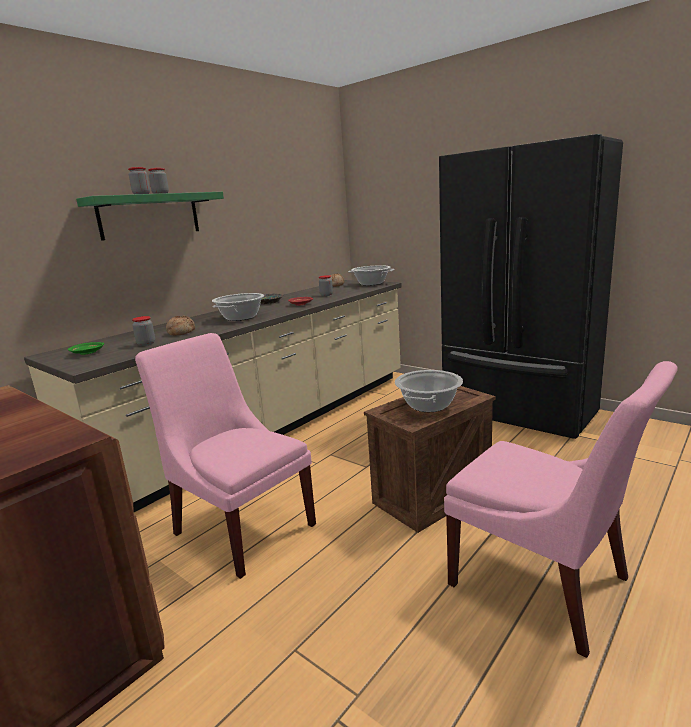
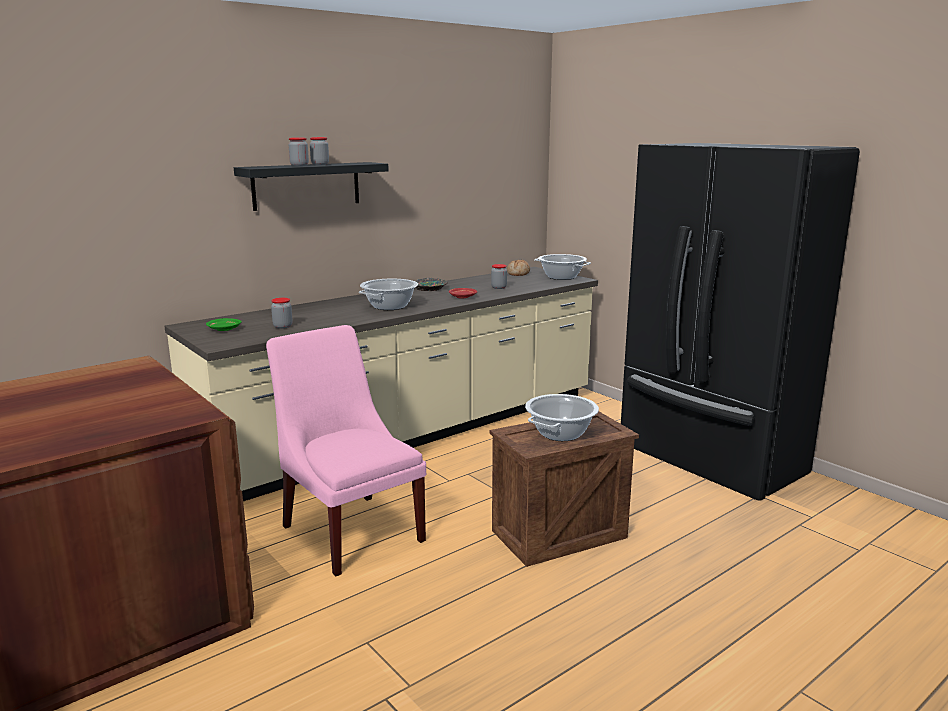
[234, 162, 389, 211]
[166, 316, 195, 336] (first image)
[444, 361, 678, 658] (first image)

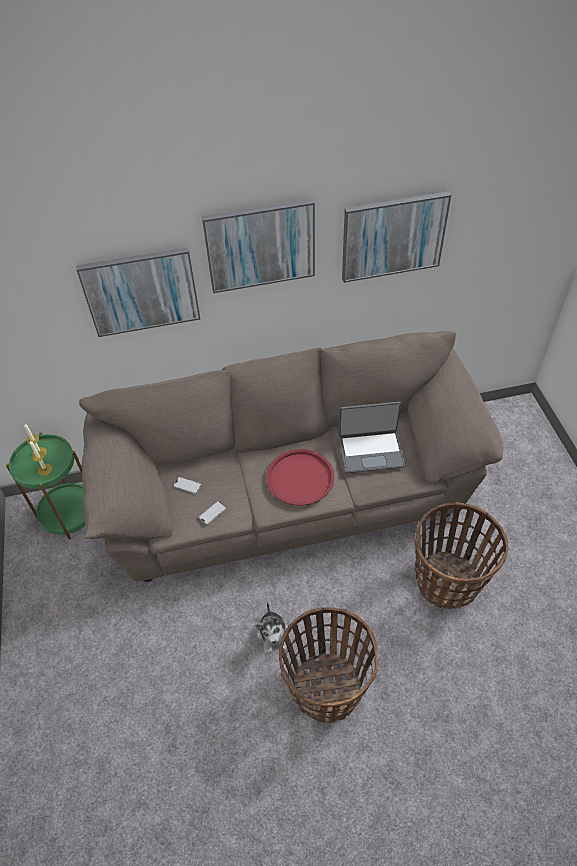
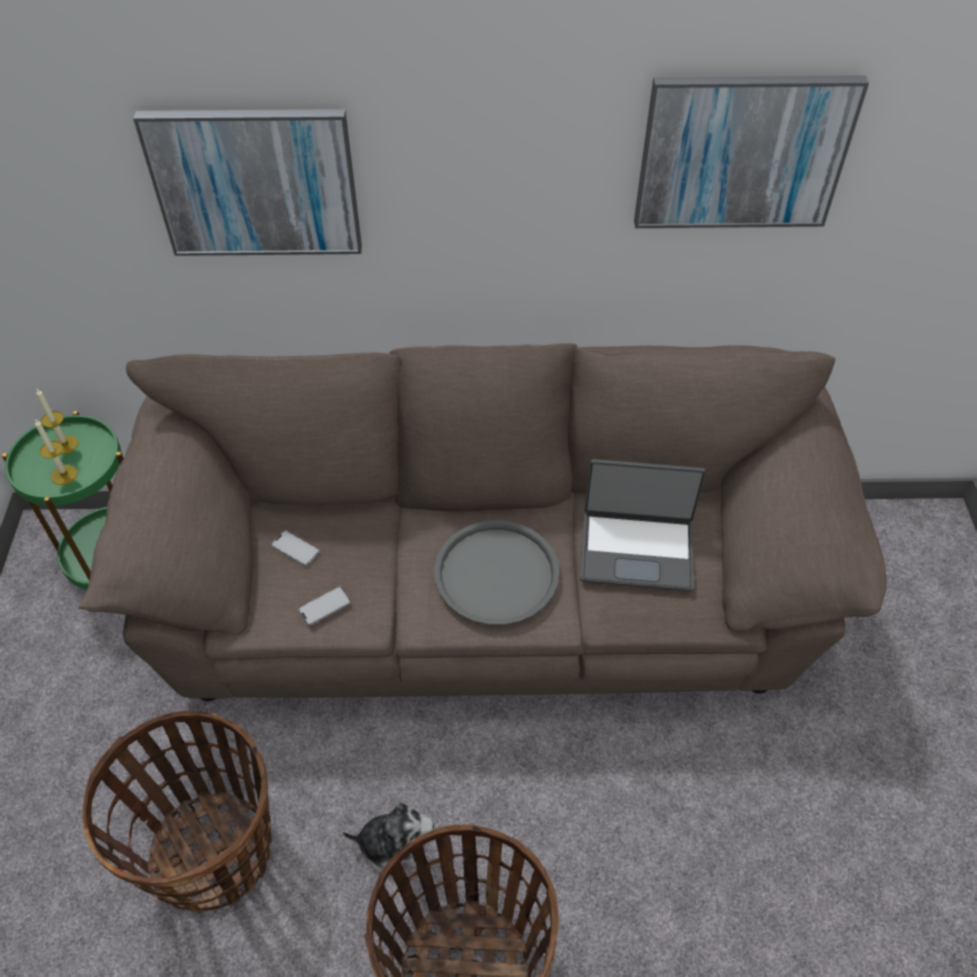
[202, 199, 315, 293] (first image)
[434, 520, 559, 625]
[82, 711, 272, 912]
[343, 803, 434, 872]

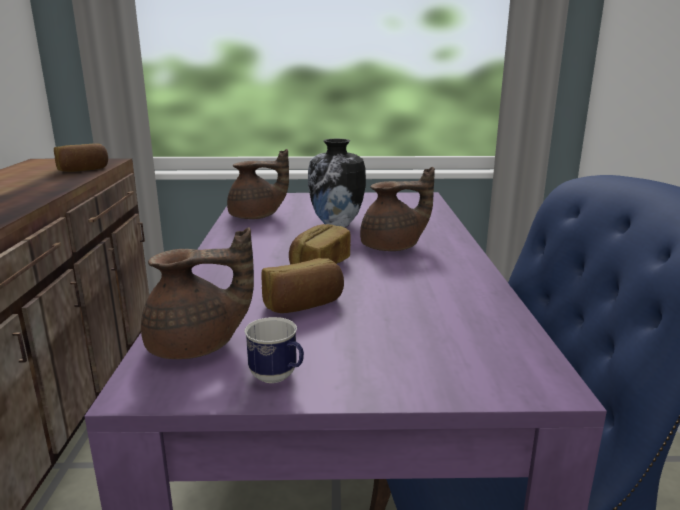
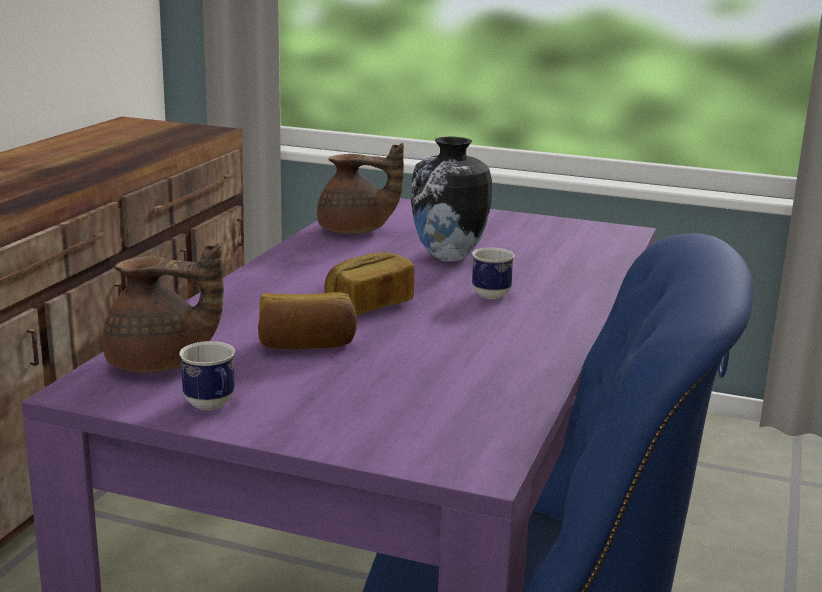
[54, 143, 108, 172] (first image)
[472, 248, 515, 299]

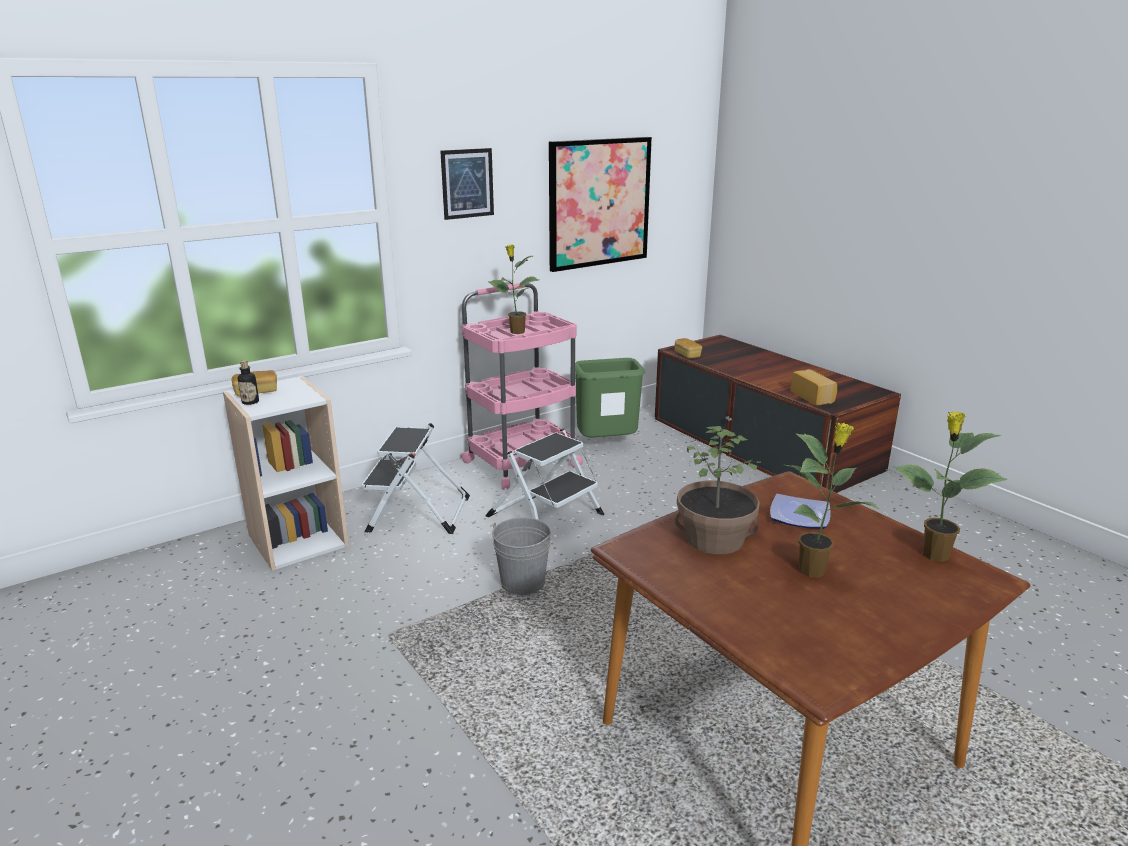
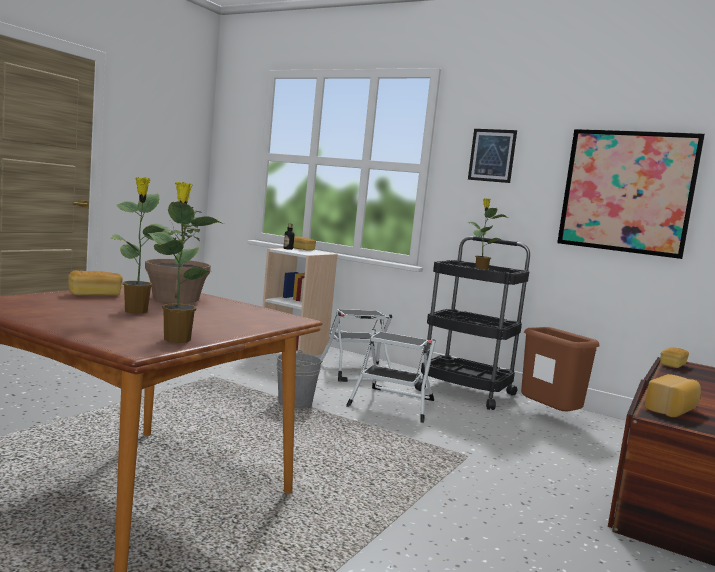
[414, 236, 530, 410]
[521, 327, 600, 411]
[770, 494, 831, 529] (first image)
[68, 270, 123, 296]

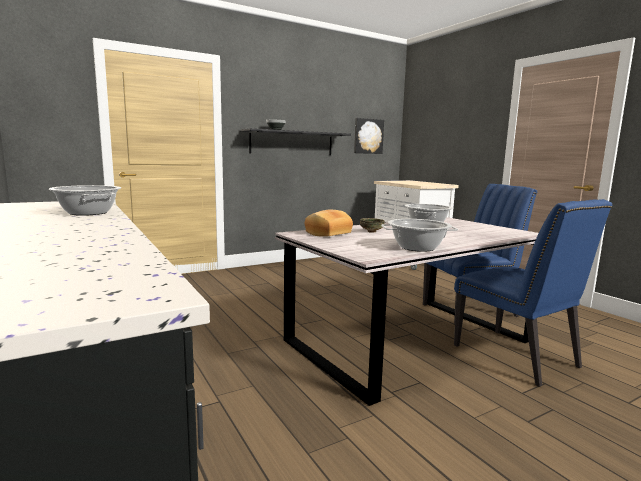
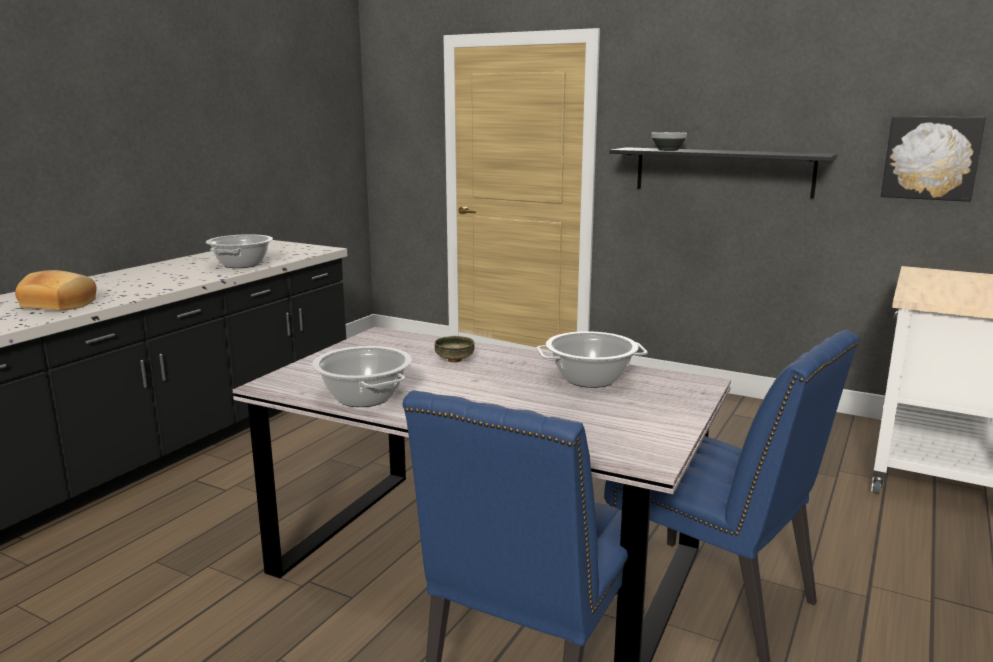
[15, 270, 97, 310]

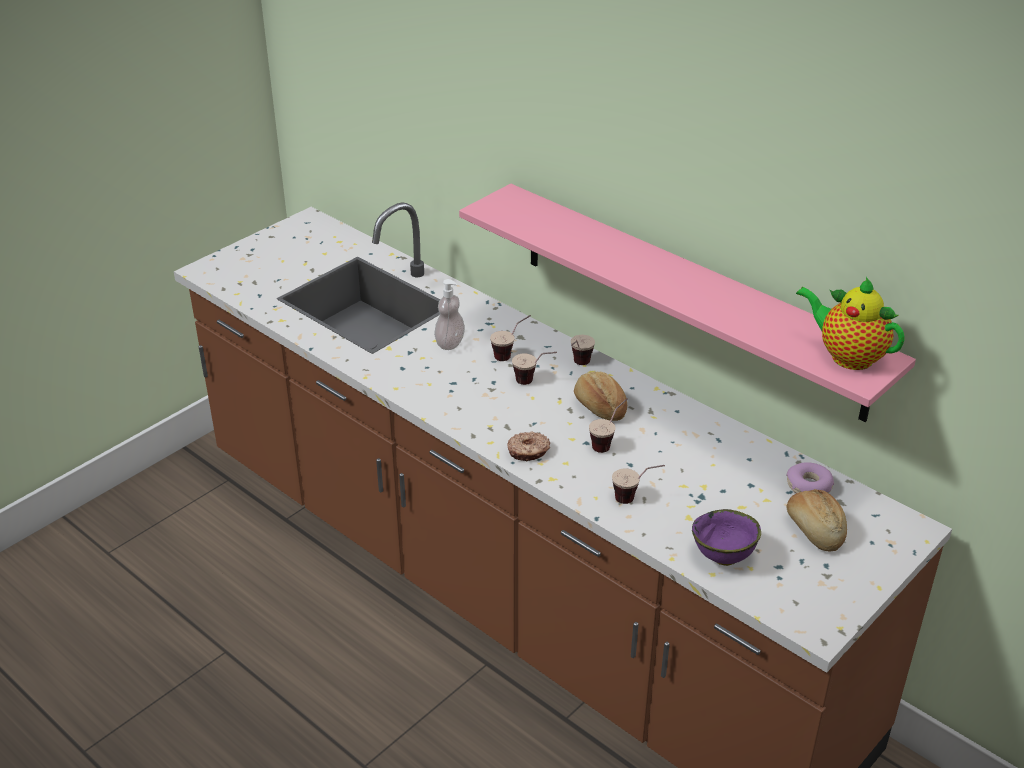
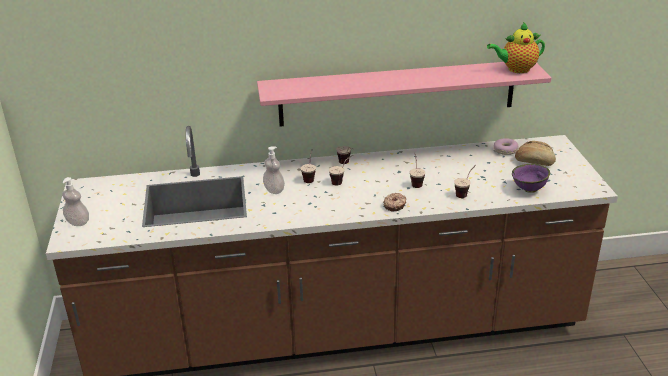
[574, 372, 627, 421] (first image)
[62, 177, 89, 226]

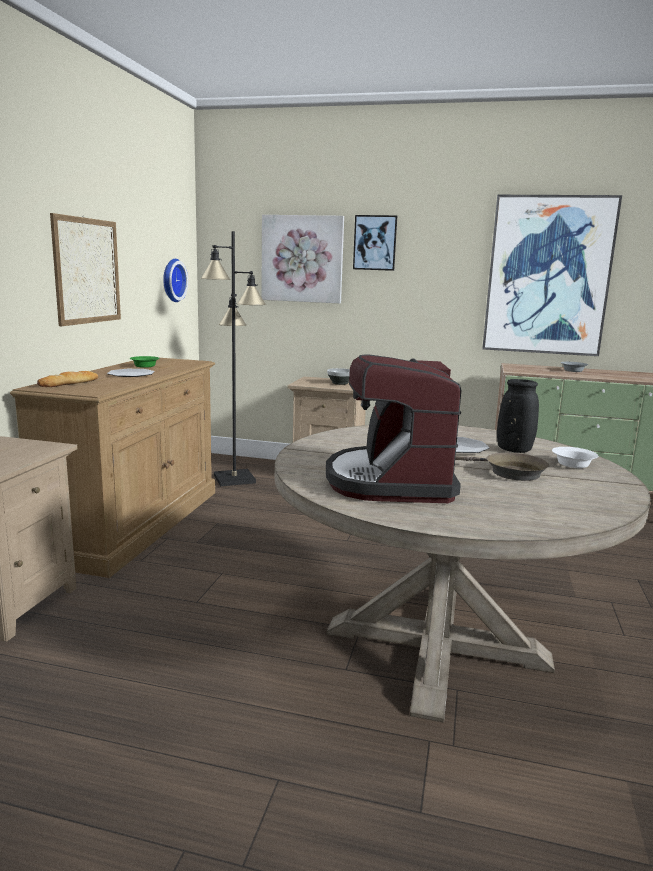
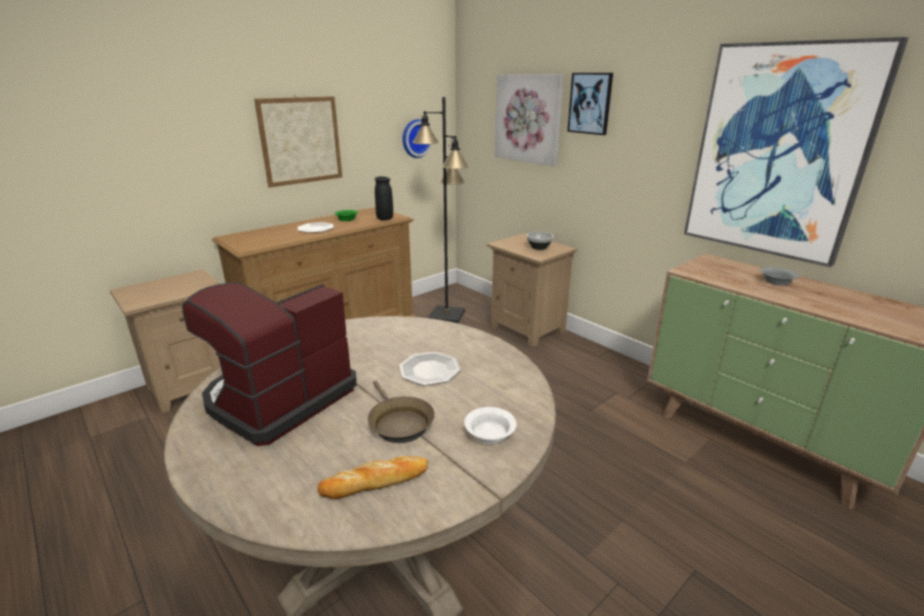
[318, 456, 428, 500]
[375, 176, 393, 220]

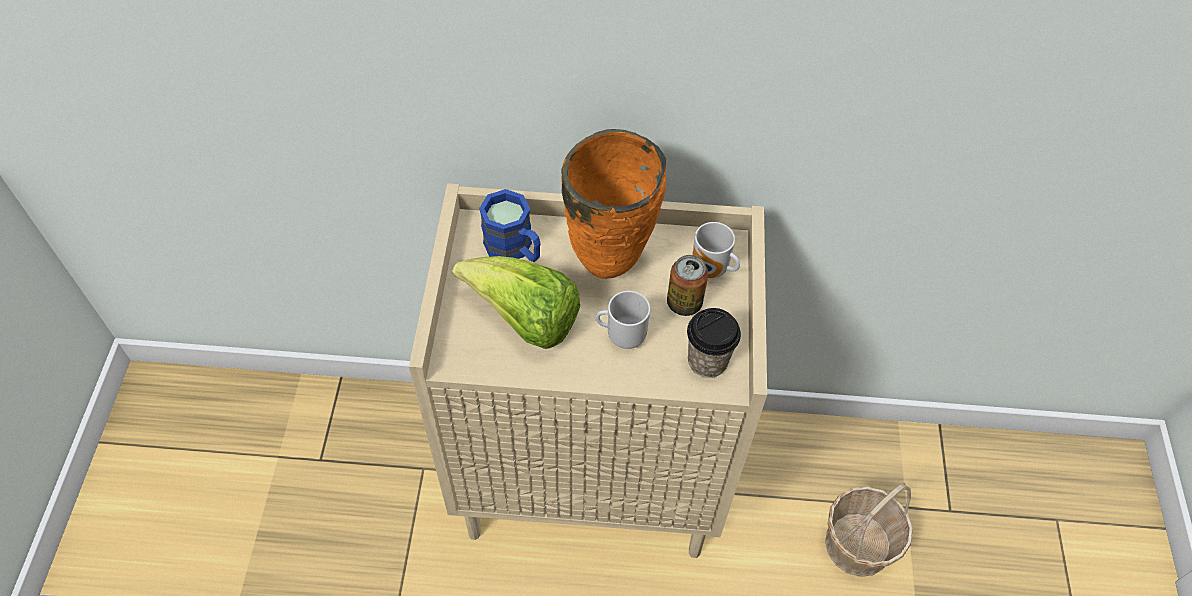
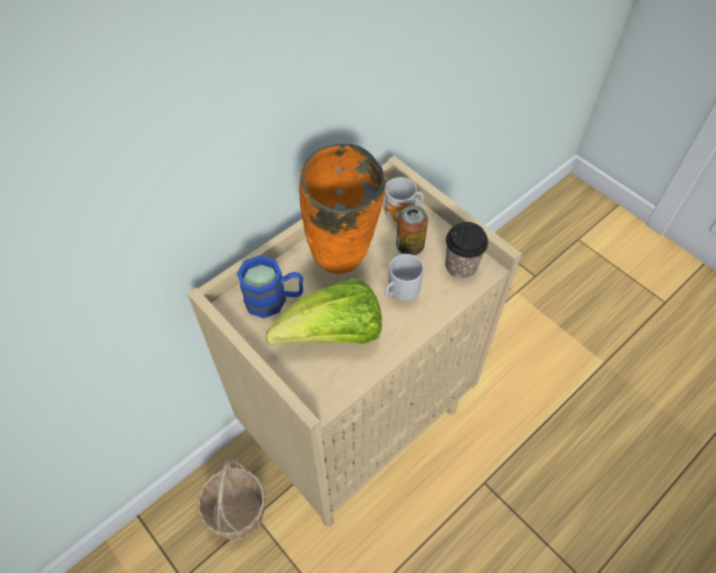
[197, 459, 266, 540]

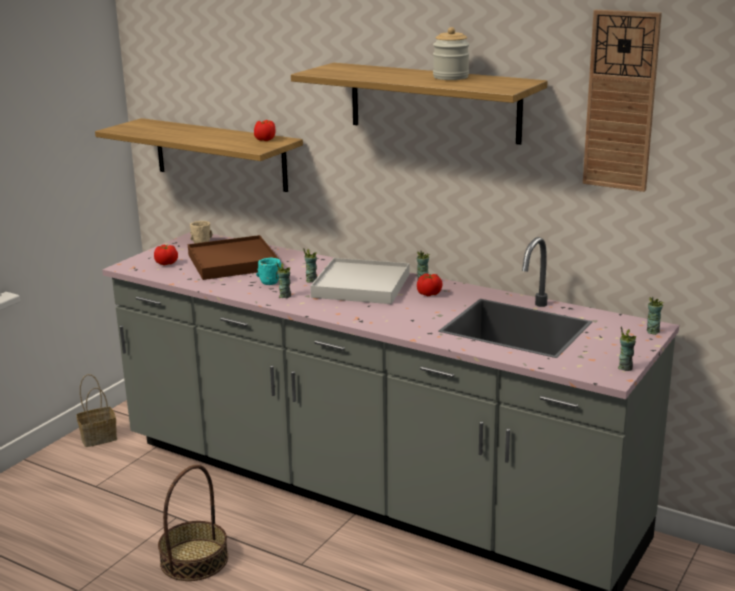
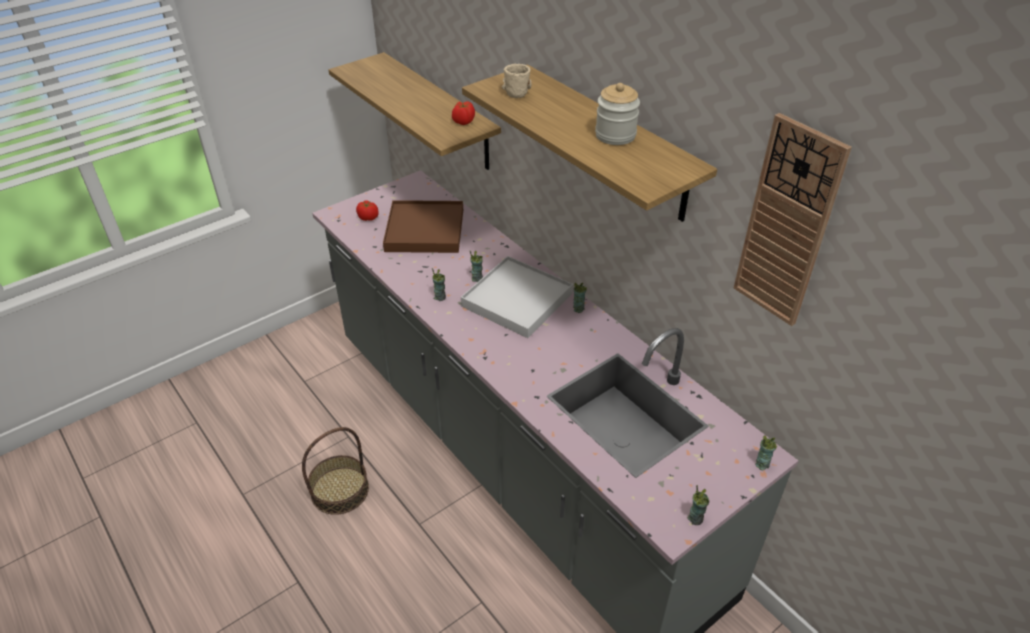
[502, 64, 531, 98]
[256, 258, 282, 285] (first image)
[417, 273, 443, 296] (first image)
[76, 374, 117, 447] (first image)

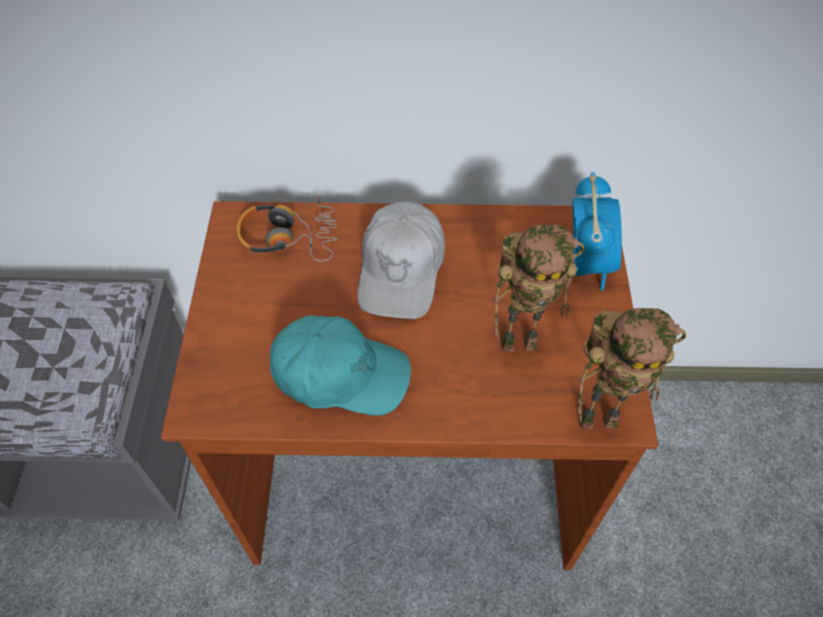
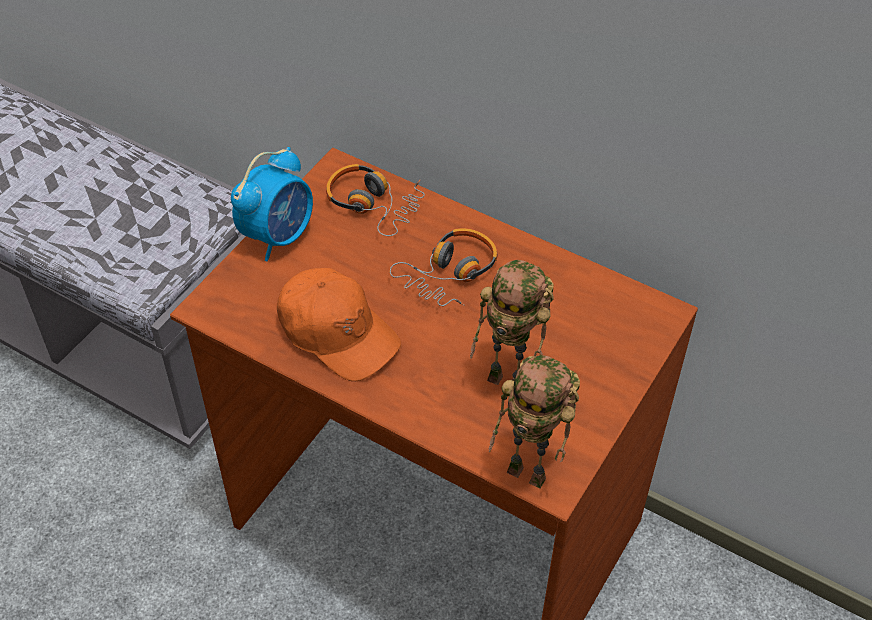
[231, 147, 313, 261]
[390, 228, 497, 306]
[277, 268, 401, 381]

